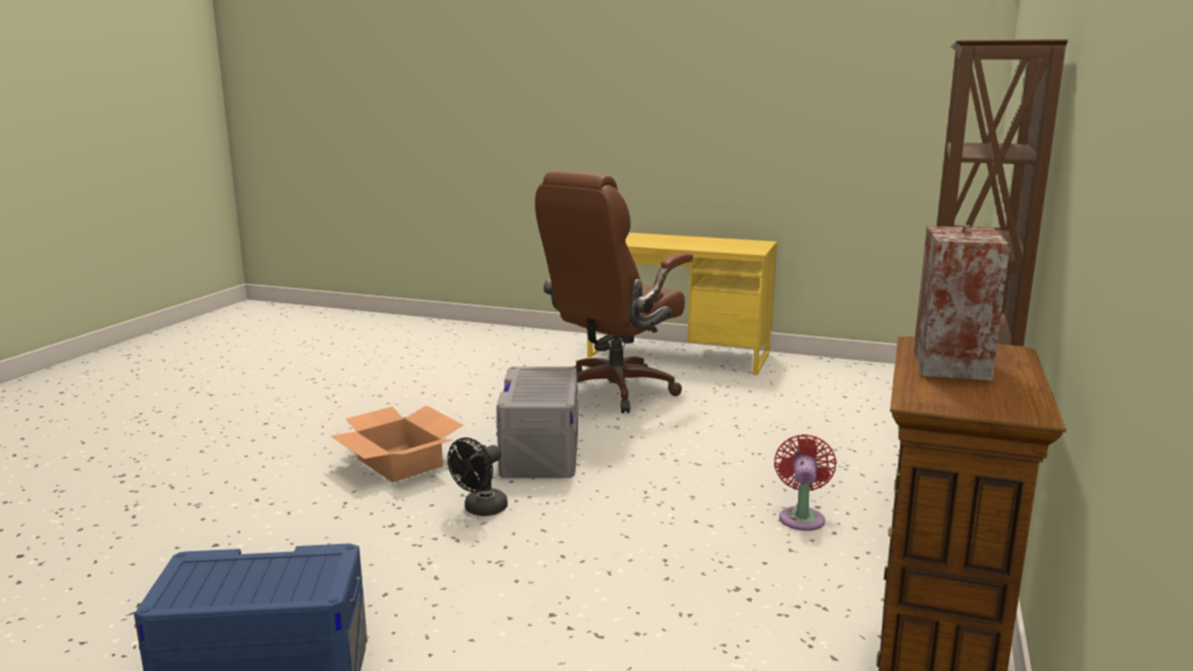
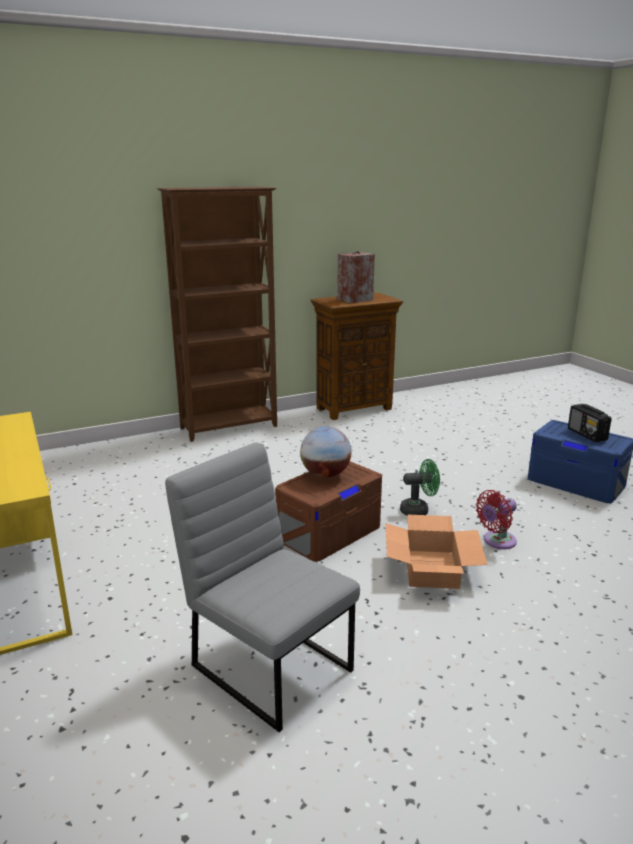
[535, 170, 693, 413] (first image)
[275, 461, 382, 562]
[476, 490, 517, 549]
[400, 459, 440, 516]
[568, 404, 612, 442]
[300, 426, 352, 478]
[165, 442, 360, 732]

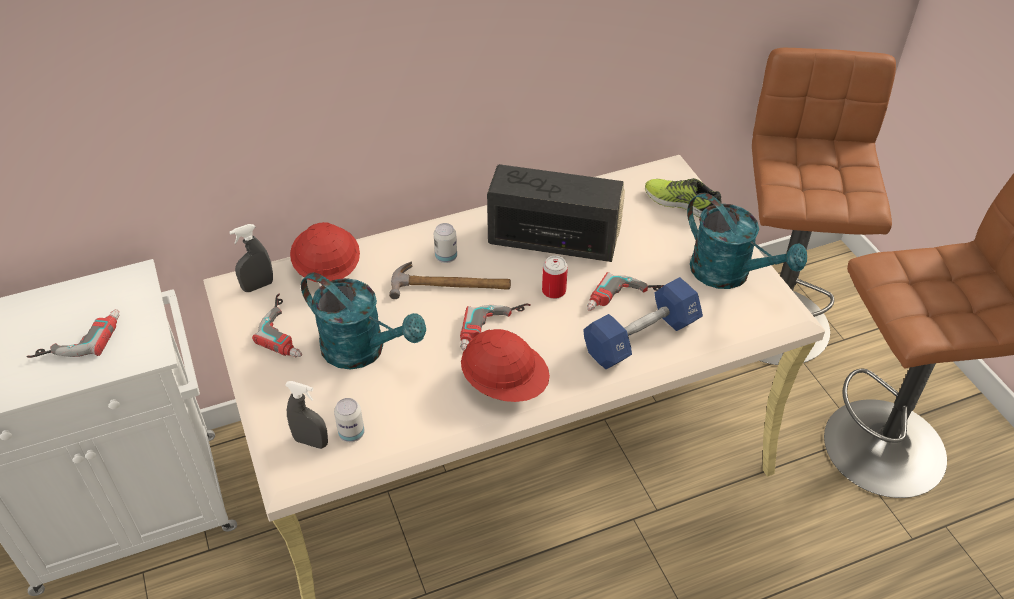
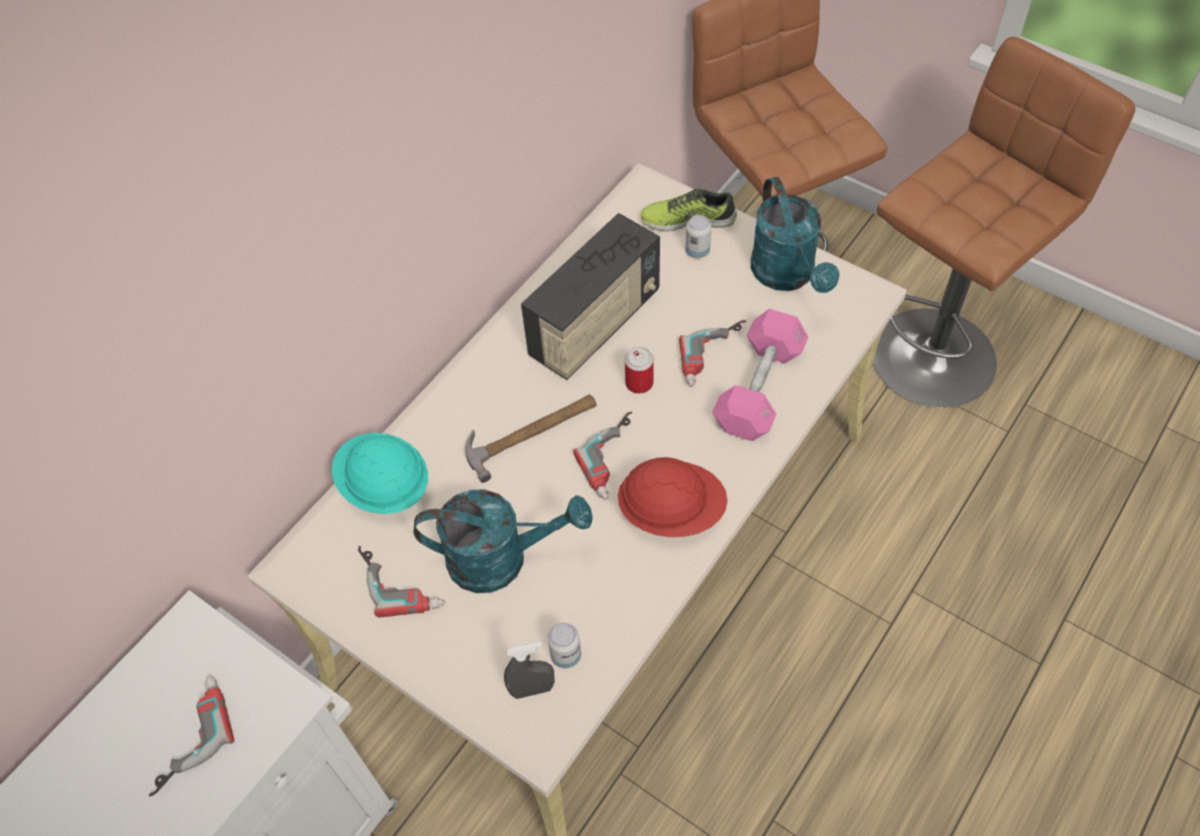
[521, 213, 660, 380]
[751, 177, 840, 293]
[332, 433, 428, 514]
[685, 215, 712, 258]
[229, 224, 273, 292] (first image)
[712, 309, 808, 441]

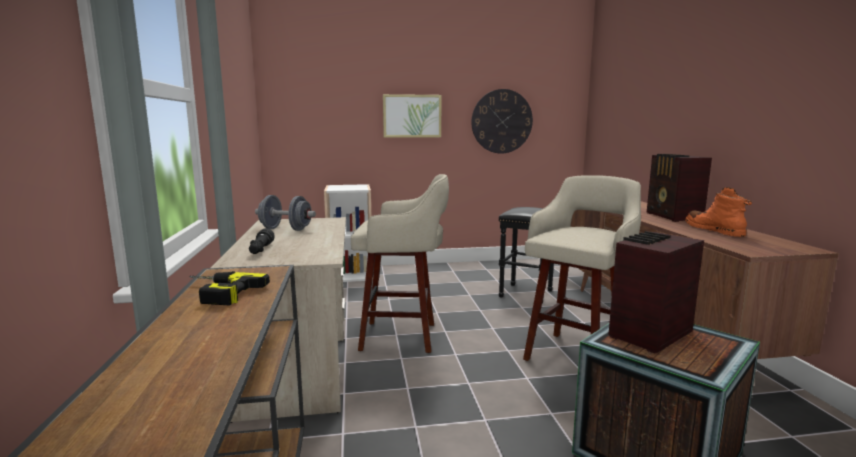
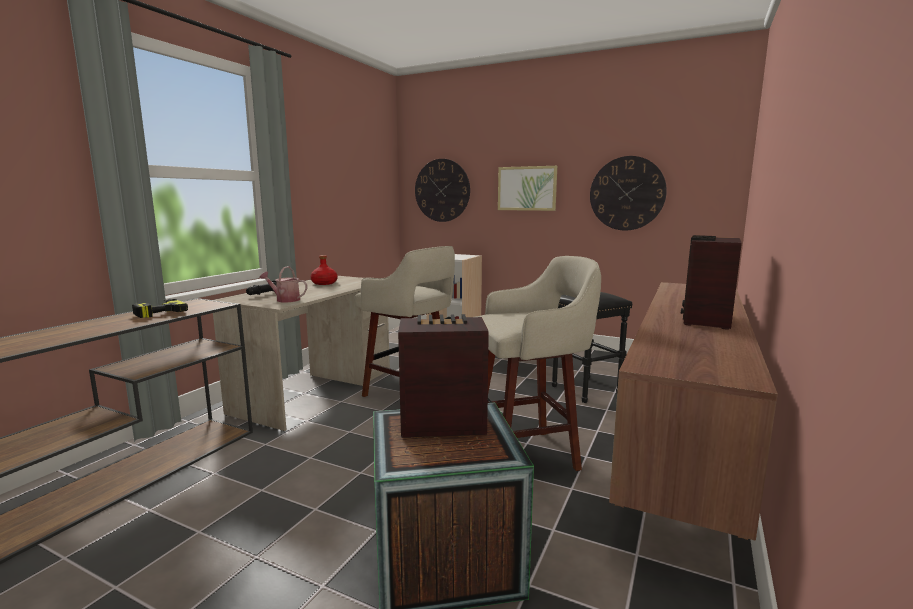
[685, 187, 752, 237] (first image)
[310, 255, 337, 285]
[415, 159, 470, 222]
[259, 266, 307, 302]

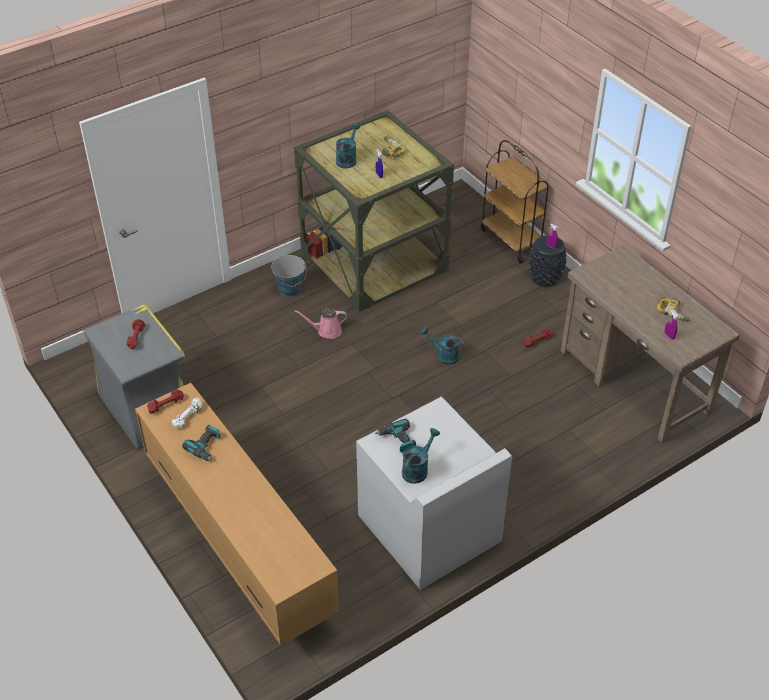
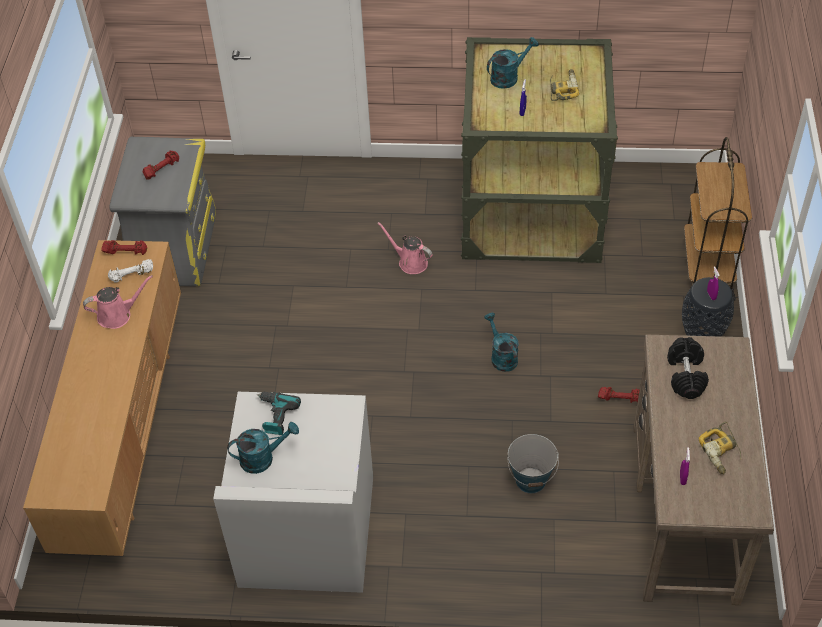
[507, 434, 559, 493]
[83, 275, 153, 329]
[667, 337, 709, 399]

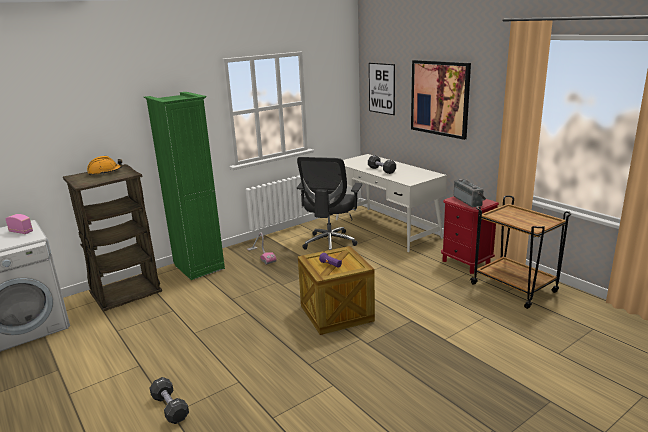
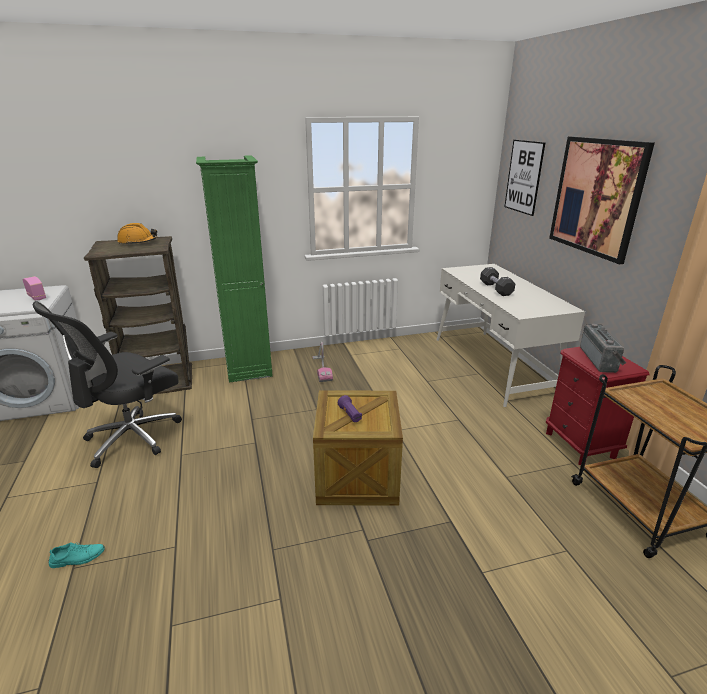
[33, 301, 182, 468]
[48, 542, 105, 568]

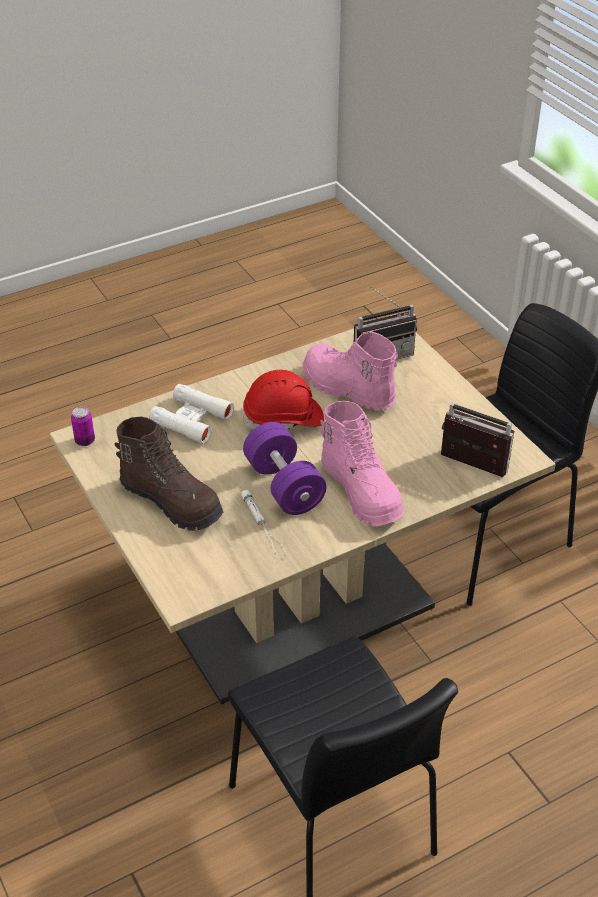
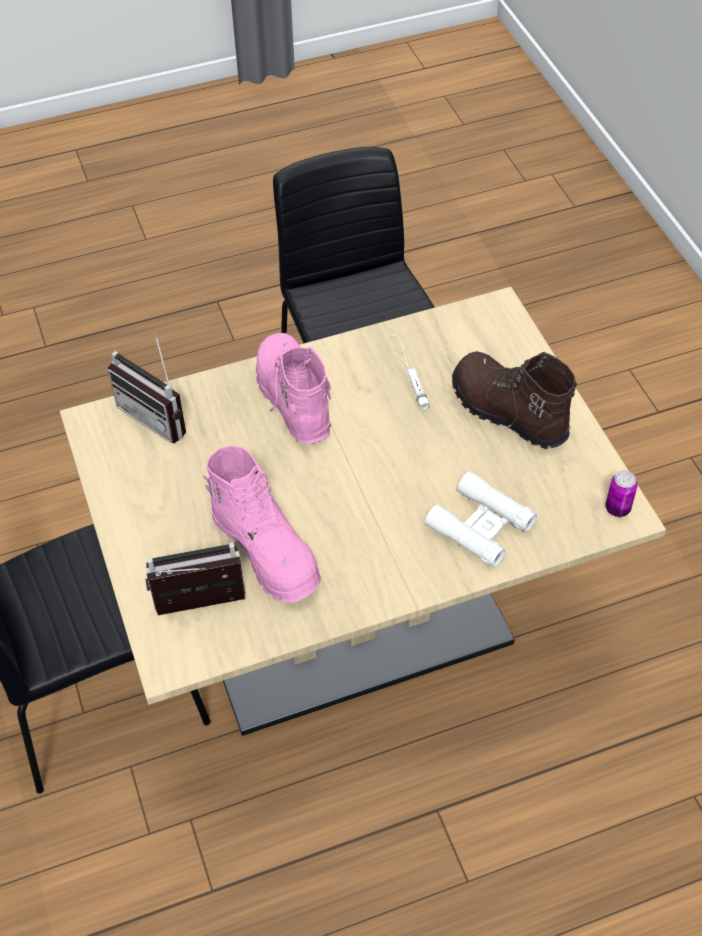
[243, 370, 324, 429] (first image)
[243, 422, 327, 515] (first image)

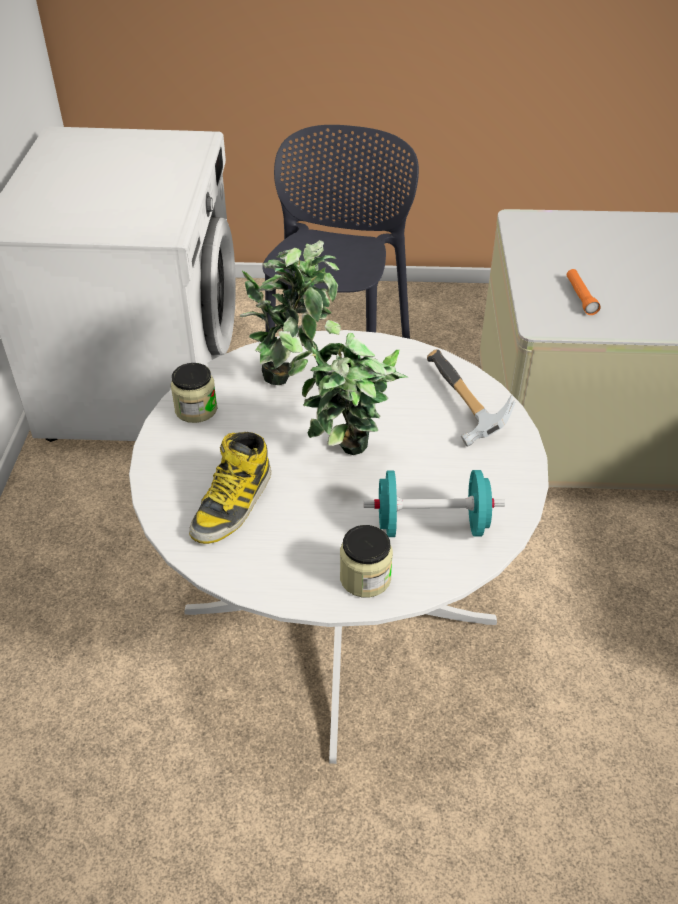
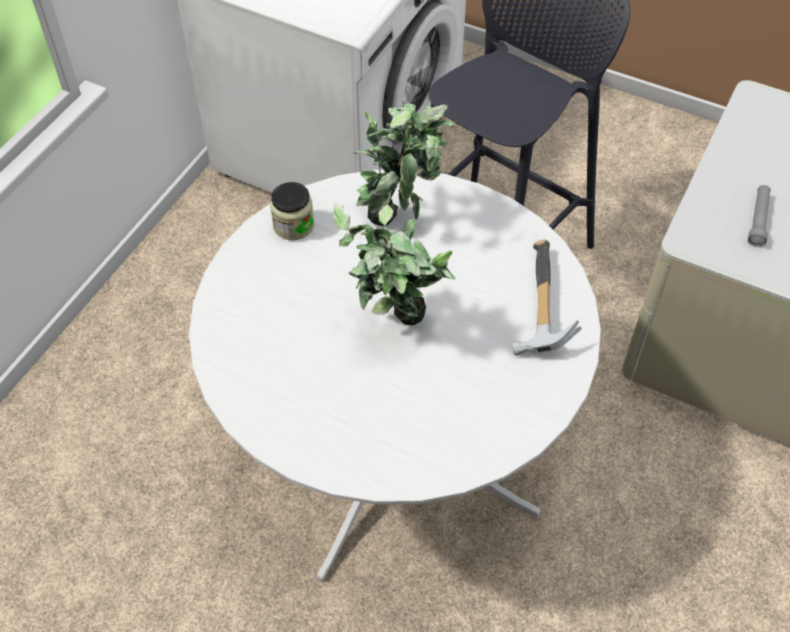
[748, 185, 771, 247]
[189, 432, 271, 544] (first image)
[364, 470, 505, 537] (first image)
[340, 525, 393, 597] (first image)

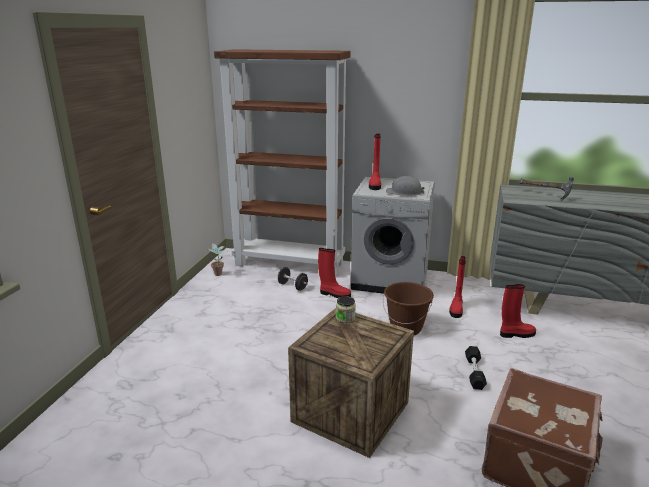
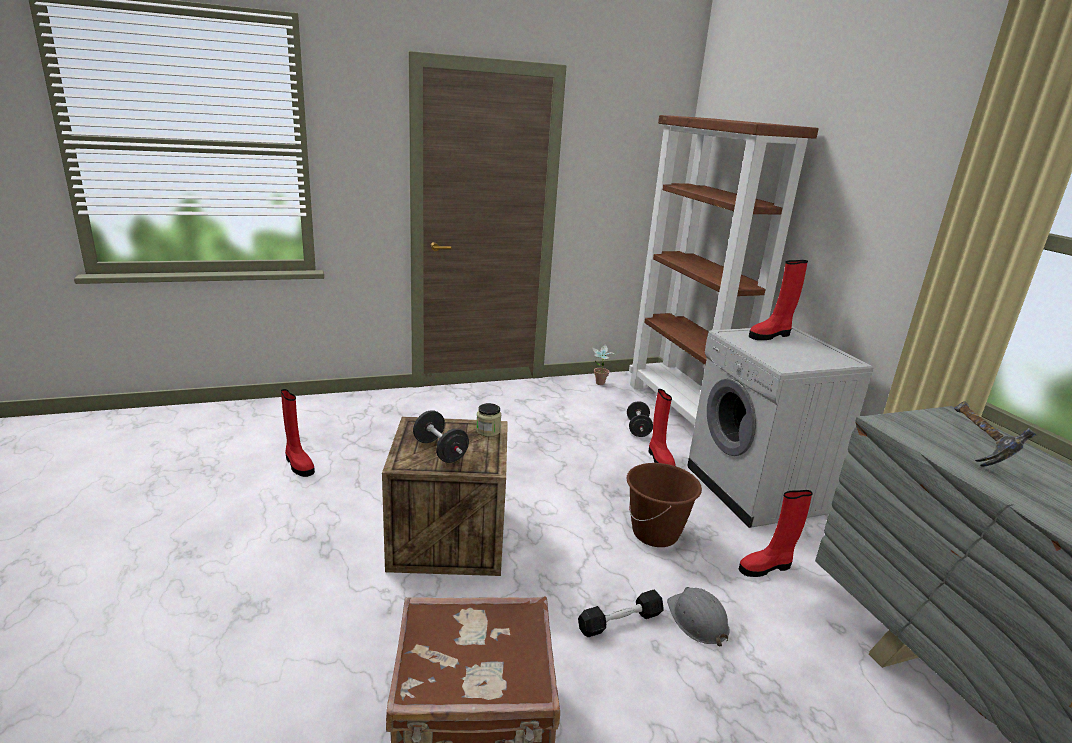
[667, 587, 729, 646]
[281, 389, 315, 477]
[413, 410, 469, 463]

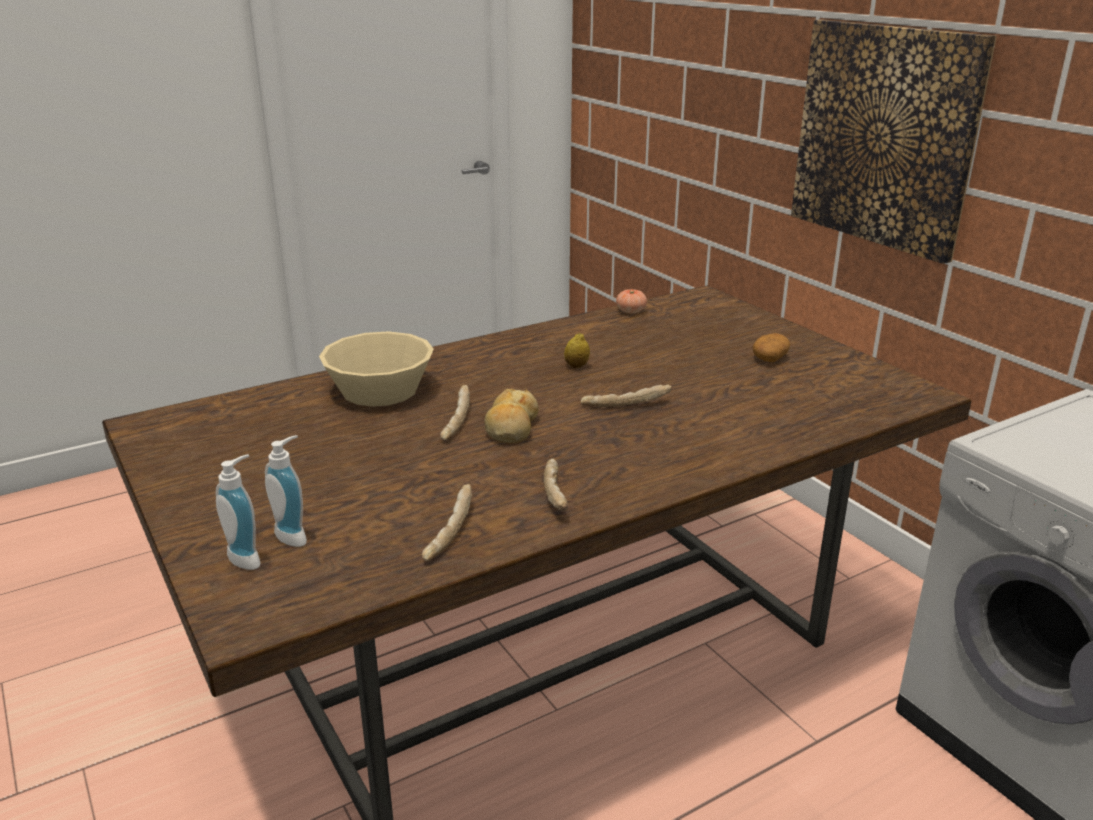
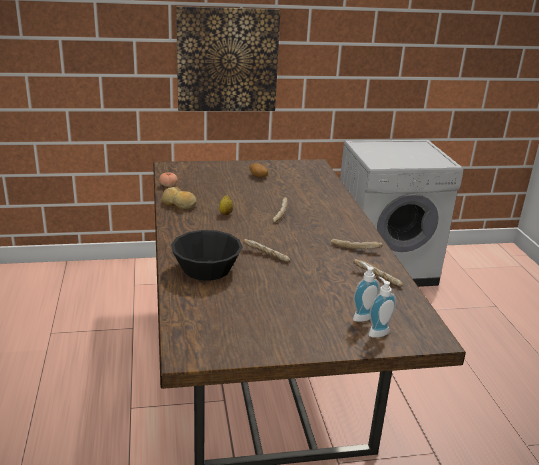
[171, 230, 243, 281]
[161, 187, 197, 210]

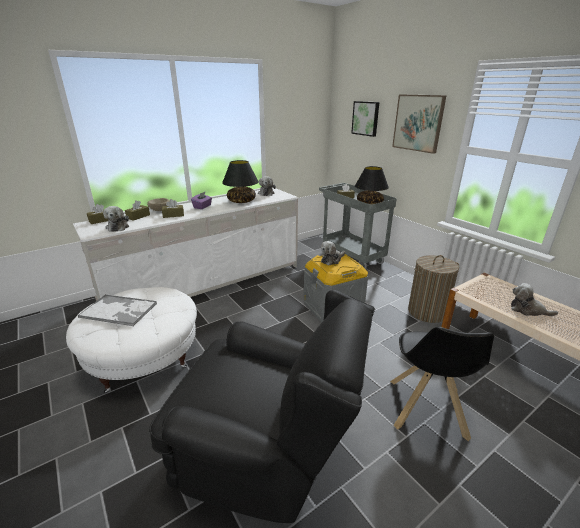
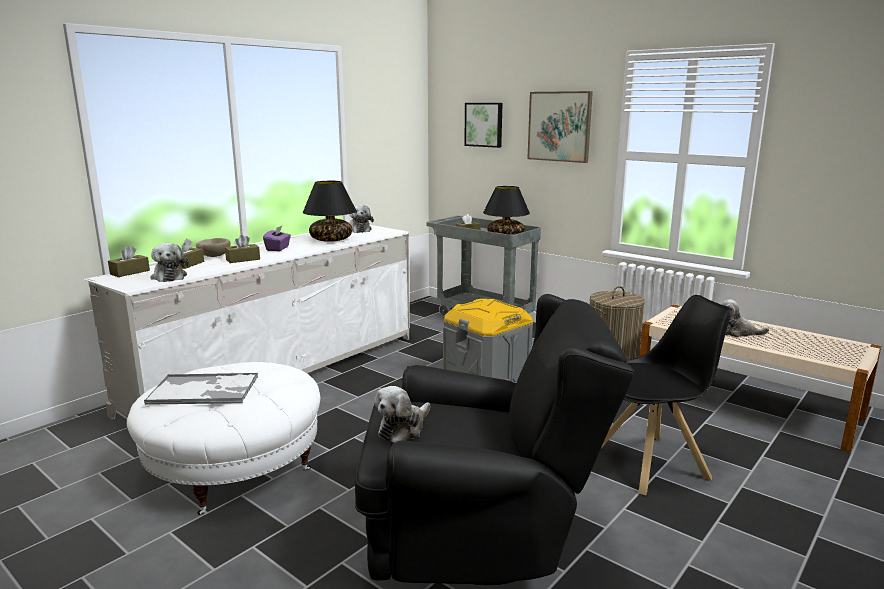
[375, 386, 430, 443]
[600, 295, 732, 495]

